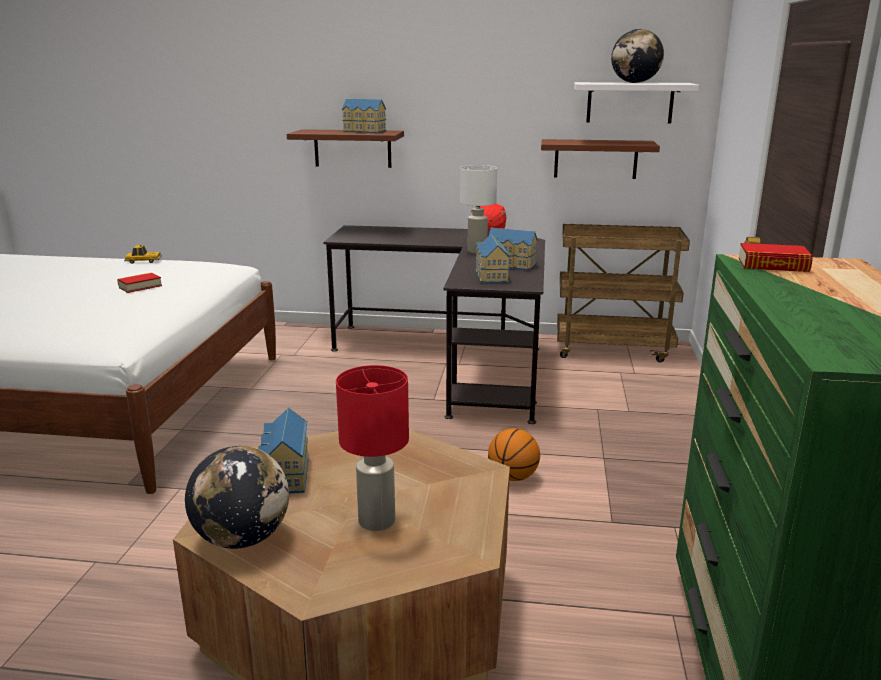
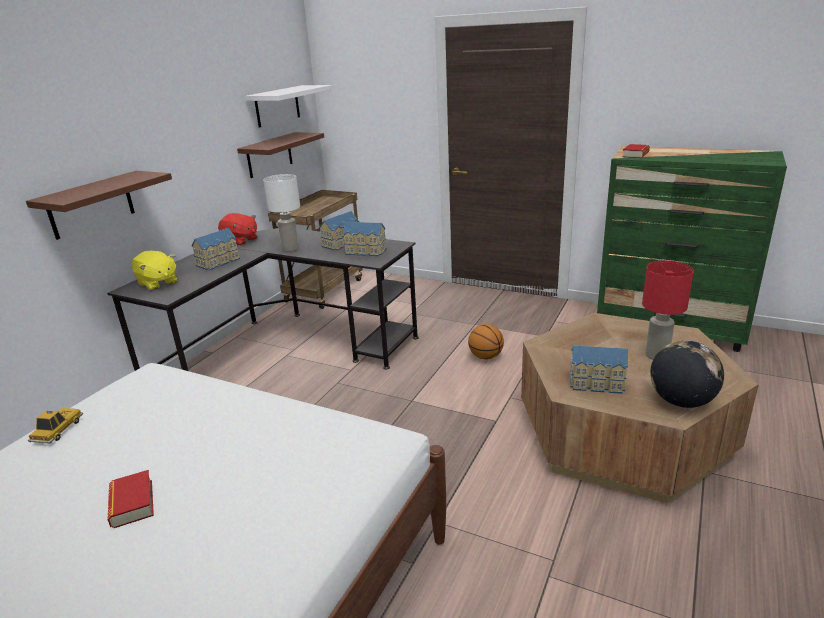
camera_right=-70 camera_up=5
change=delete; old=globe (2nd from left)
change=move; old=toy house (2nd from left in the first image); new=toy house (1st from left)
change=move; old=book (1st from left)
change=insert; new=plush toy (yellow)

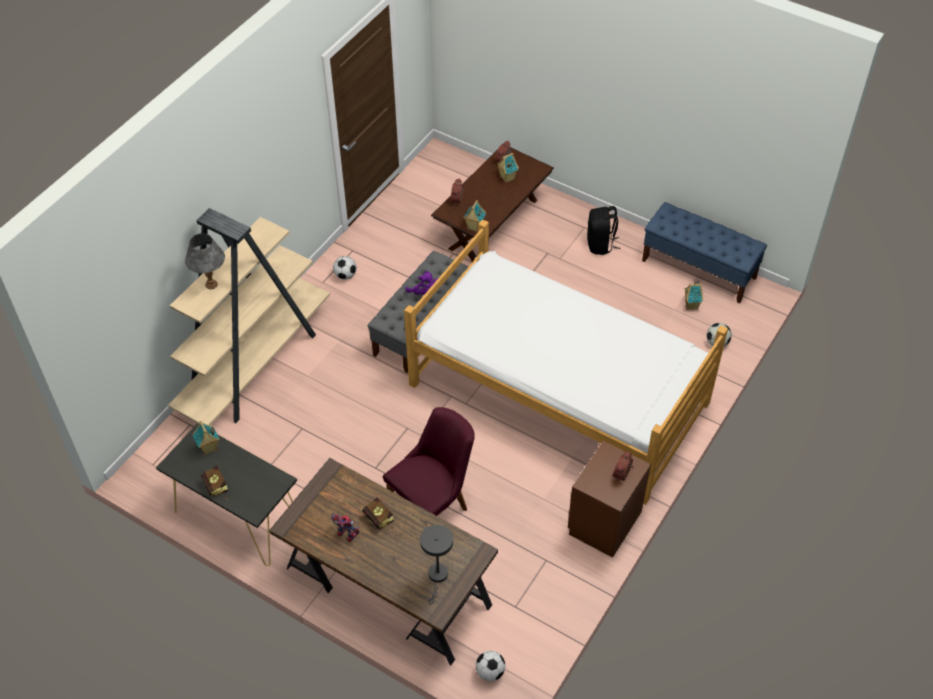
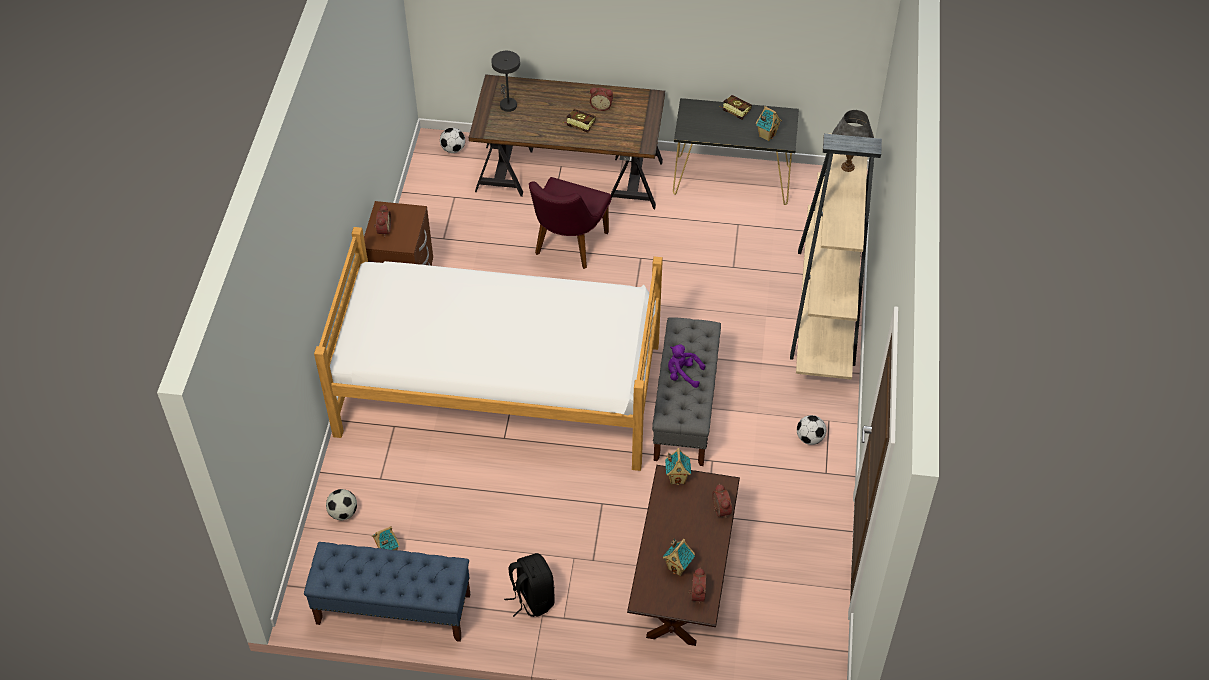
camera_right=155 camera_up=0
change=replace; old=toy robot; new=alarm clock (2nd from left)

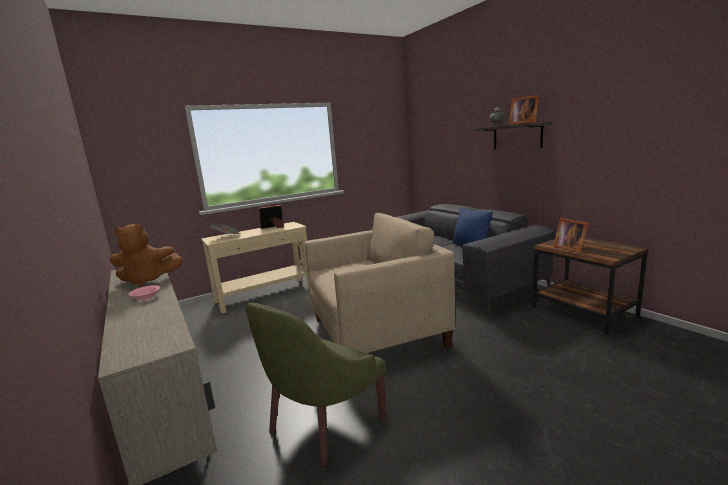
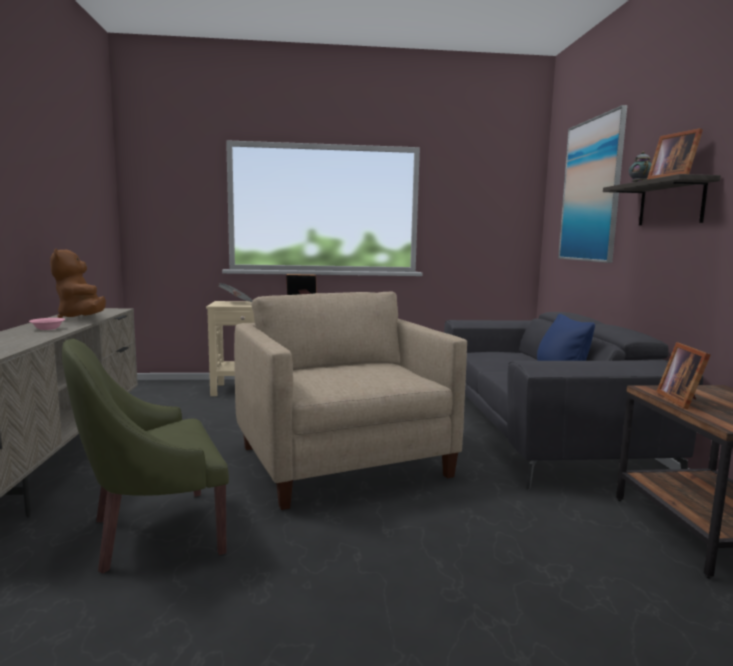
camera_right=25 camera_up=-5
change=rotate; old=armchair (beige); degrees=-120
change=rotate; old=plush toy (brown); degrees=45
change=insert; new=picture

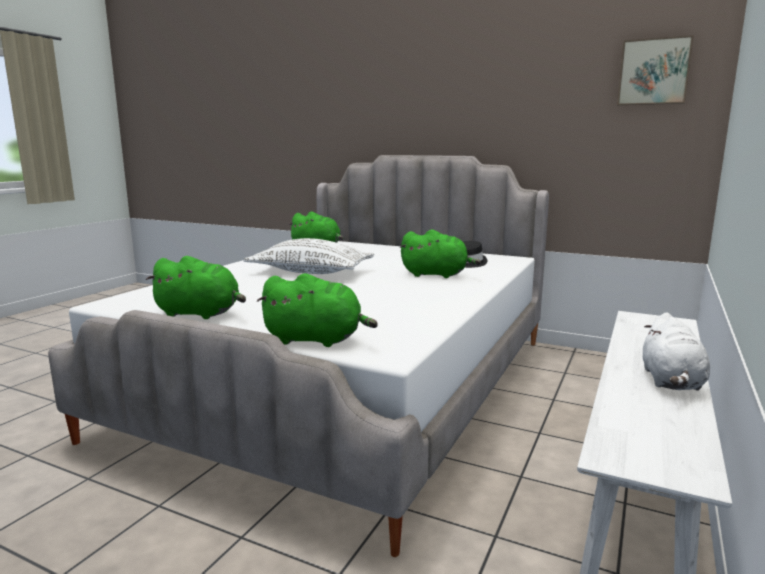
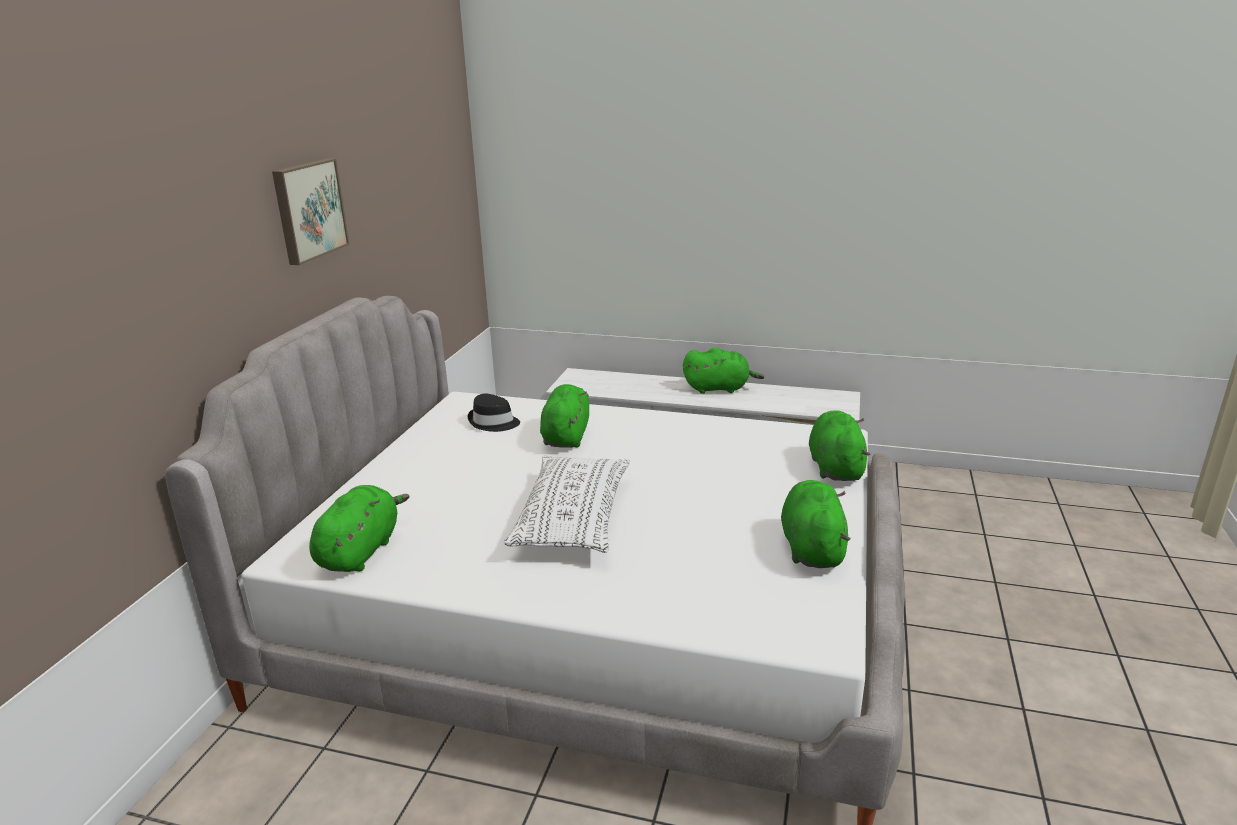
camera_right=-100 camera_up=10
change=move; old=picture
change=recolor; old=plush toy (white); new=plush toy (green) (3rd from left)

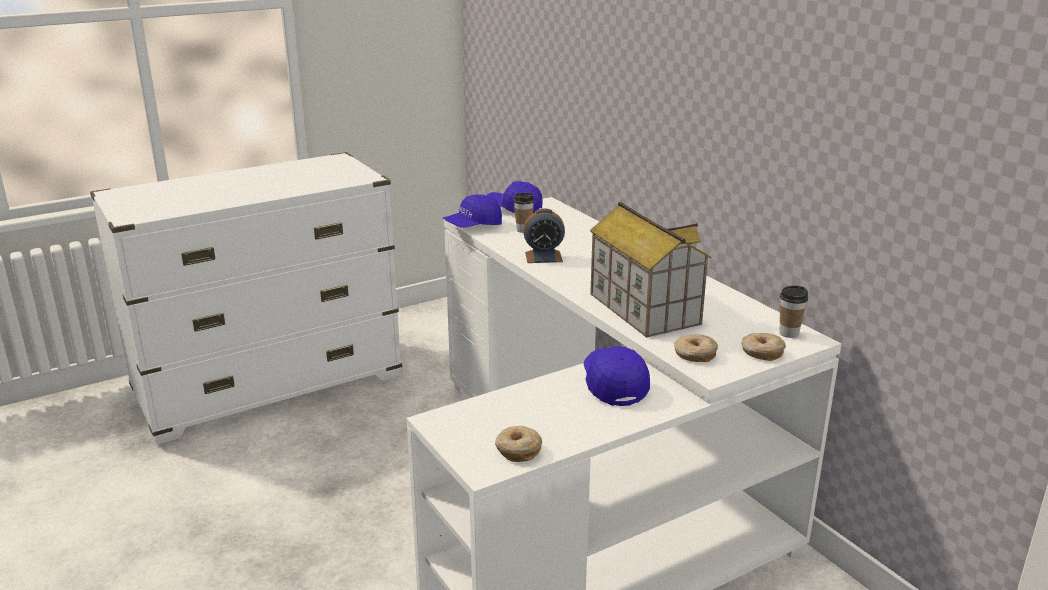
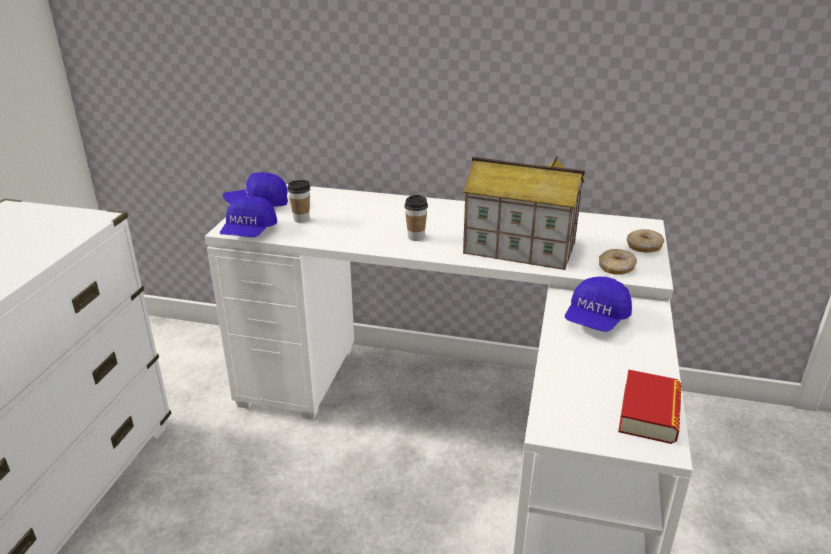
camera_right=-45 camera_up=5
change=delete; old=alarm clock
change=move; old=cup (2nd from left)
change=rotate; old=cap (blue) (3rd from left); degrees=-90
change=replace; old=donut (1st from left); new=book

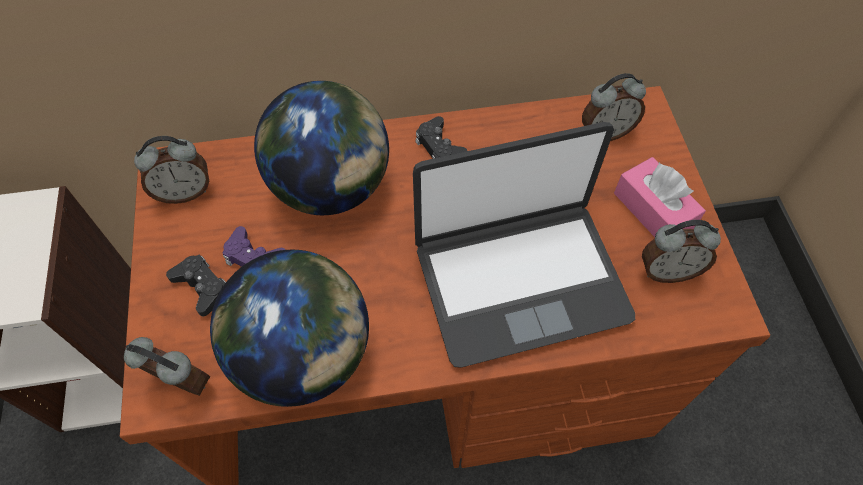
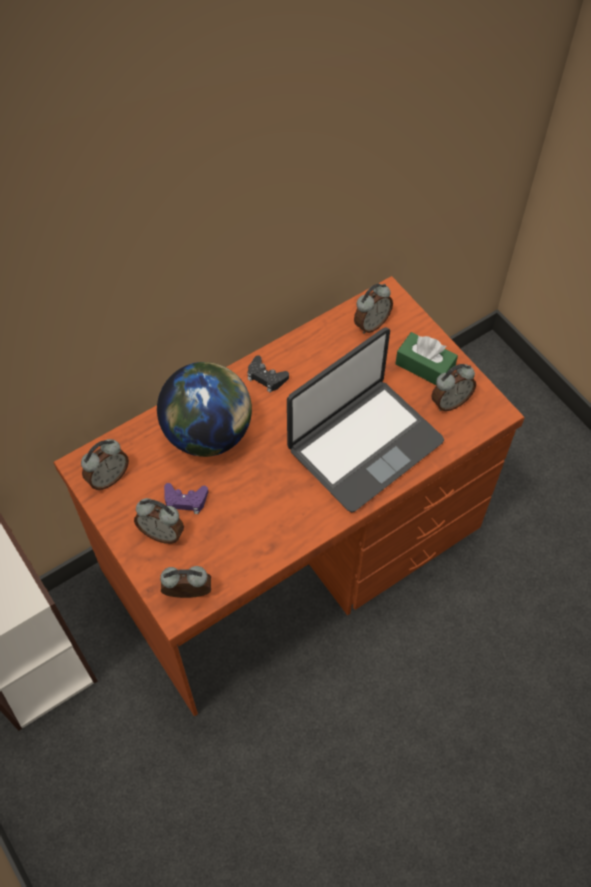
camera_right=-25 camera_up=0
change=recolor; old=tissue box (pink); new=tissue box (green)
change=delete; old=globe (1st from left)
change=replace; old=game controller (black) (1st from left); new=alarm clock (2nd from left)

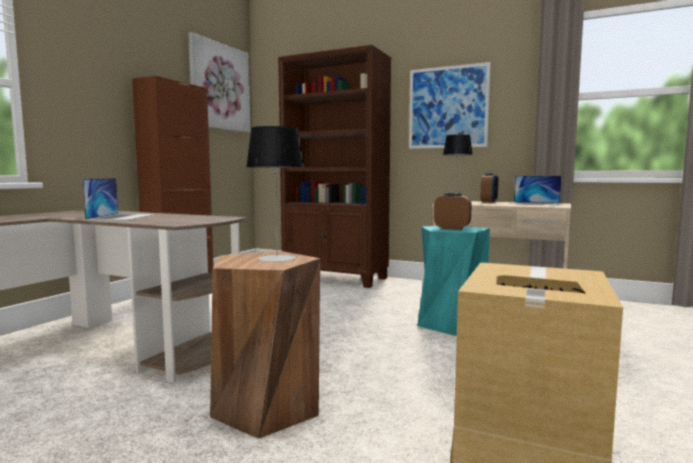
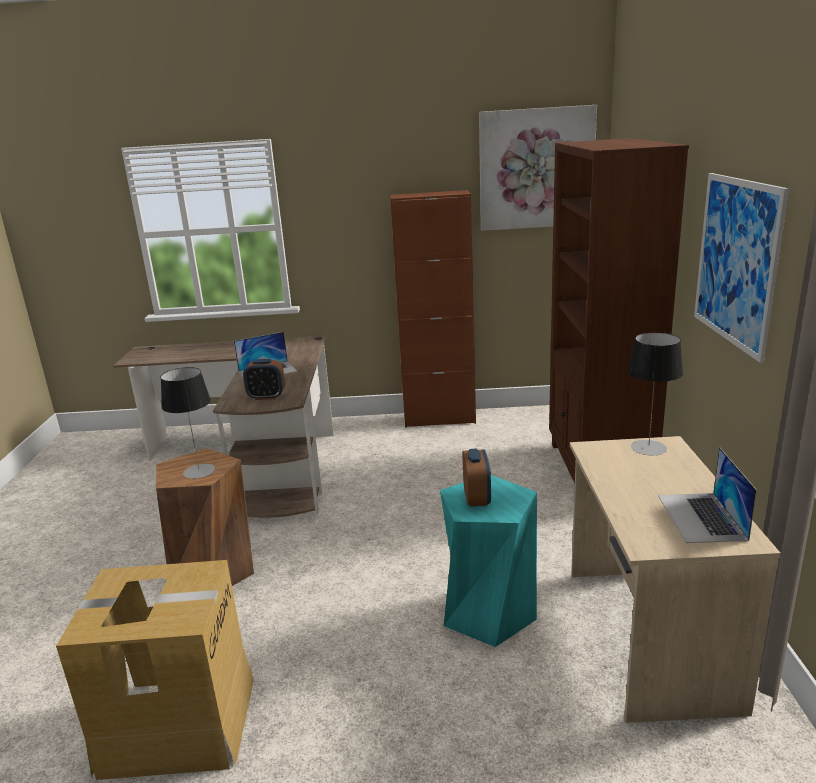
camera_right=65 camera_up=15
change=move; old=alarm clock (2nd from left in the first image); new=alarm clock (1st from left)

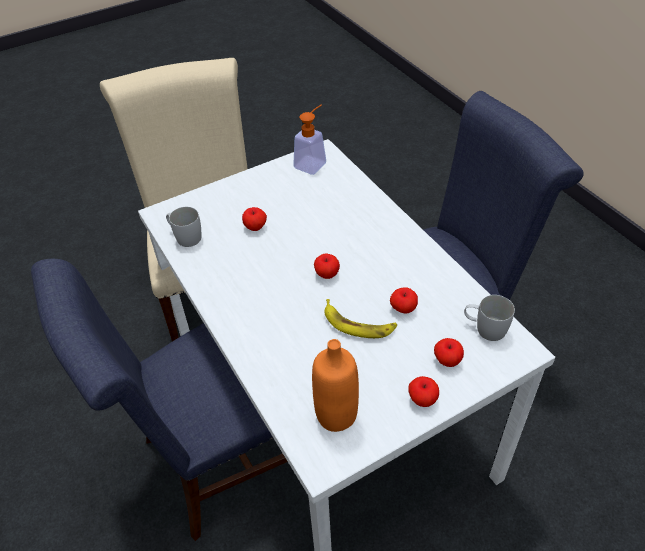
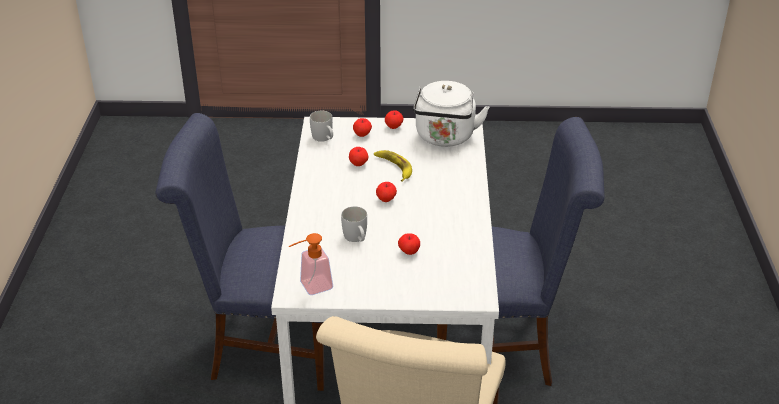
camera_right=-150 camera_up=-10
change=move; old=mug (white) (1st from left in the first image); new=mug (white) (2nd from left)
change=replace; old=bottle (orange); new=kettle (white)

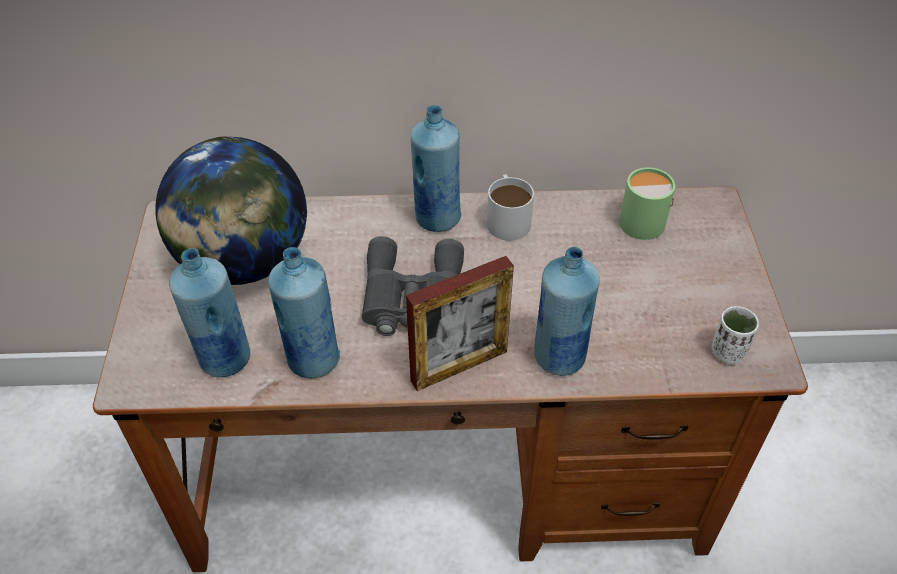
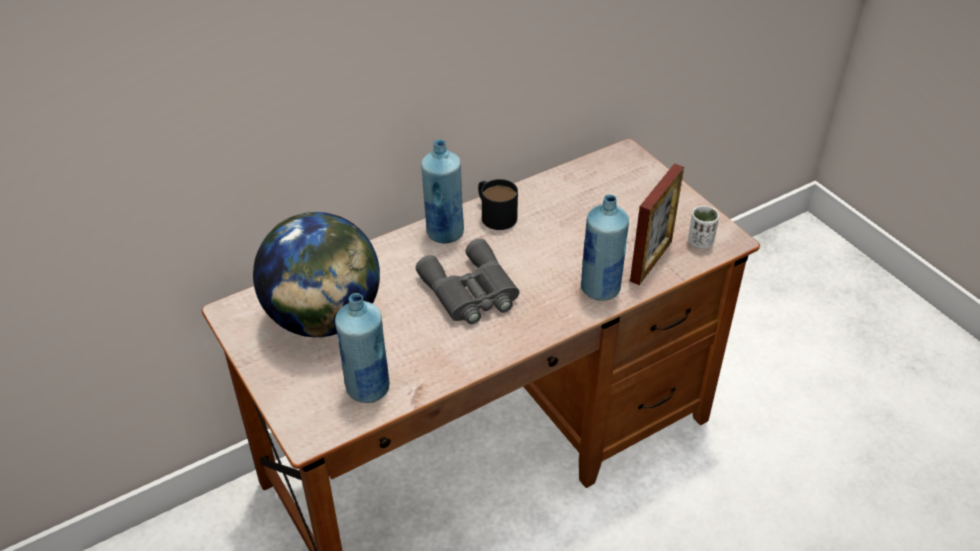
camera_right=-30 camera_up=-5
change=delete; old=mug (green)
change=recolor; old=mug (white); new=mug (black)
change=delete; old=bottle (blue) (2nd from left)
change=move; old=picture frame

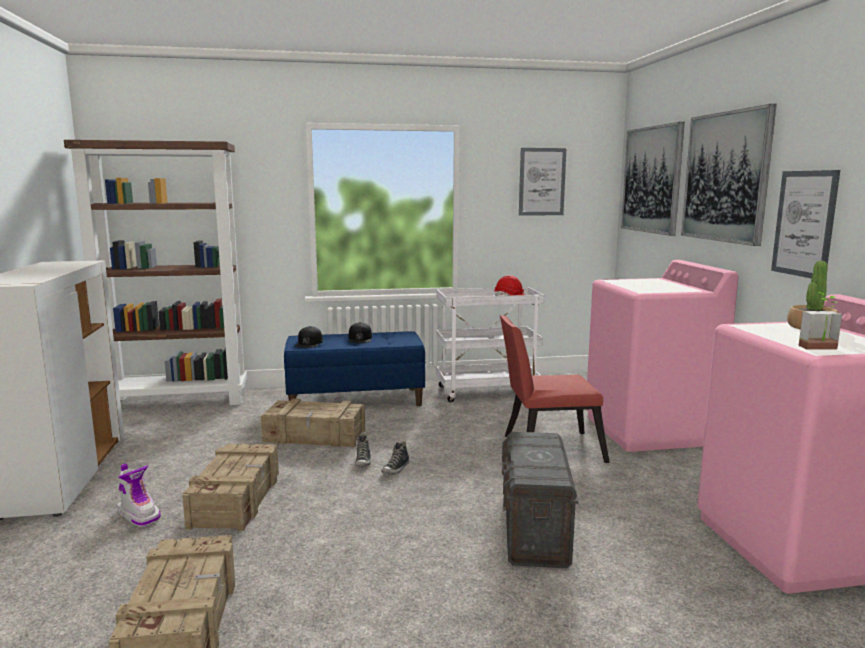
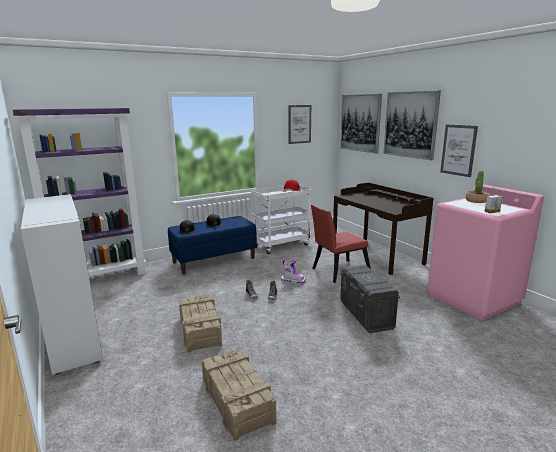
camera_right=-20 camera_up=5
change=recolor; old=bookcase (brown); new=bookcase (purple)
change=replace; old=washing machine (pink) (1st from left); new=desk (brown)
change=delete; old=crate (3rd from left)
change=move; old=boot

